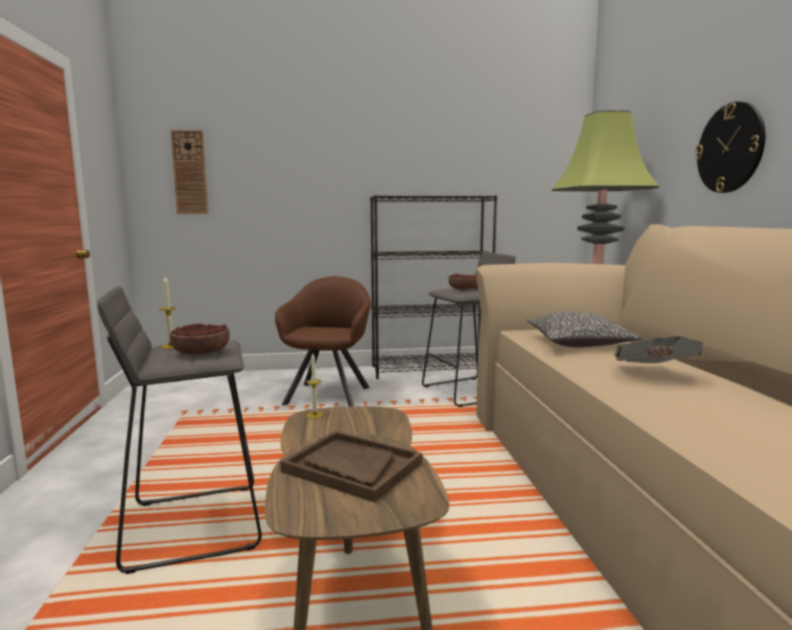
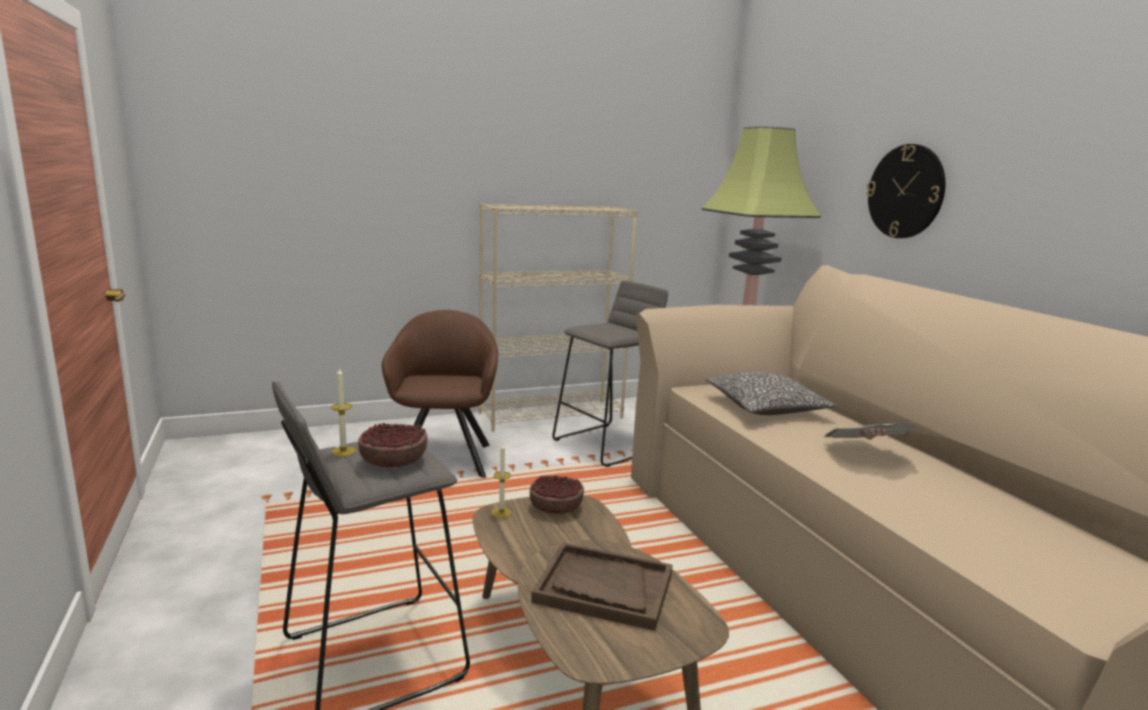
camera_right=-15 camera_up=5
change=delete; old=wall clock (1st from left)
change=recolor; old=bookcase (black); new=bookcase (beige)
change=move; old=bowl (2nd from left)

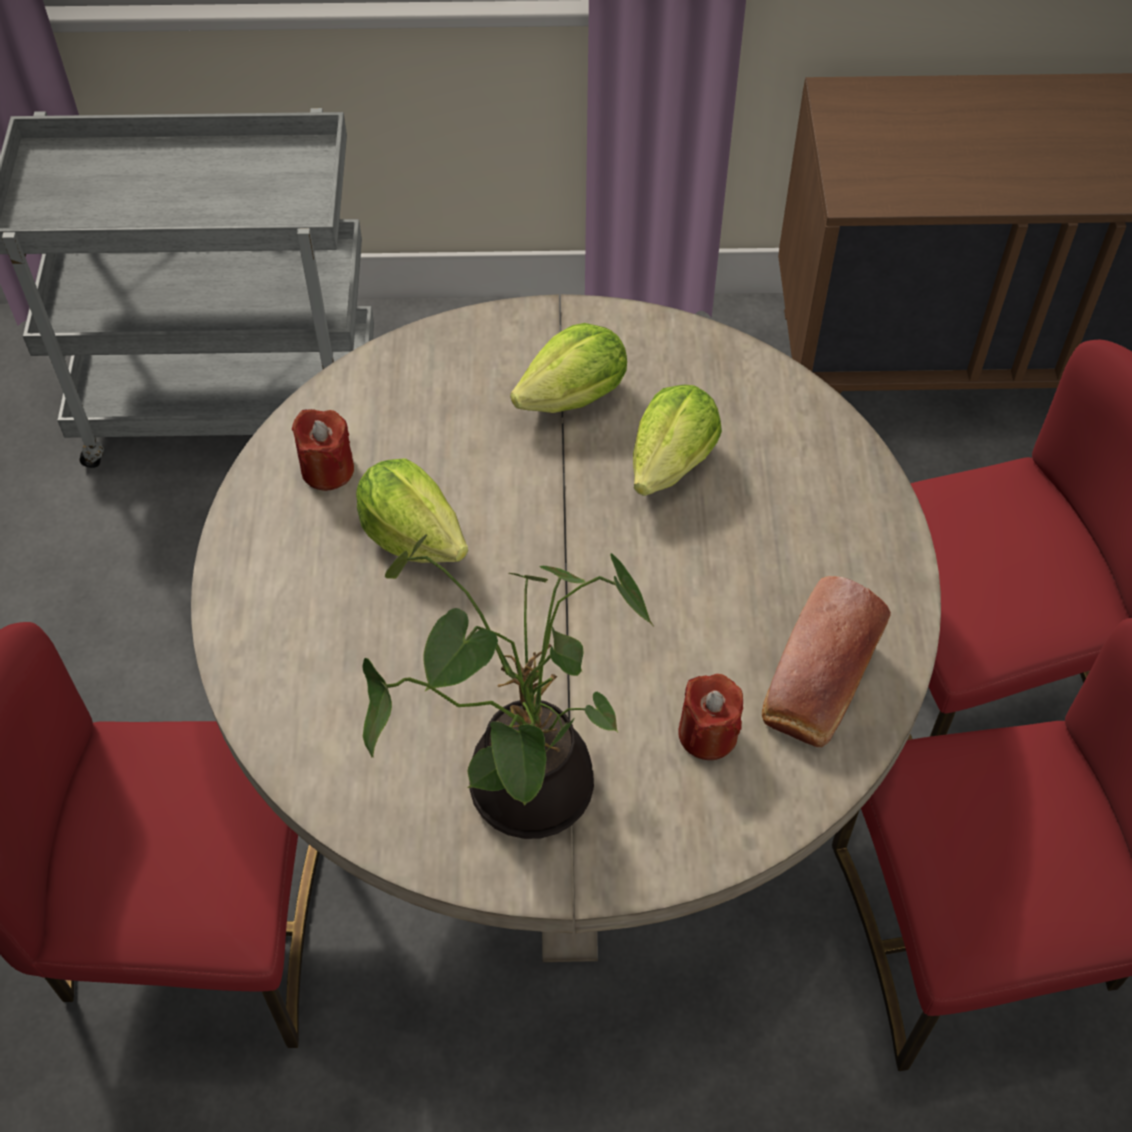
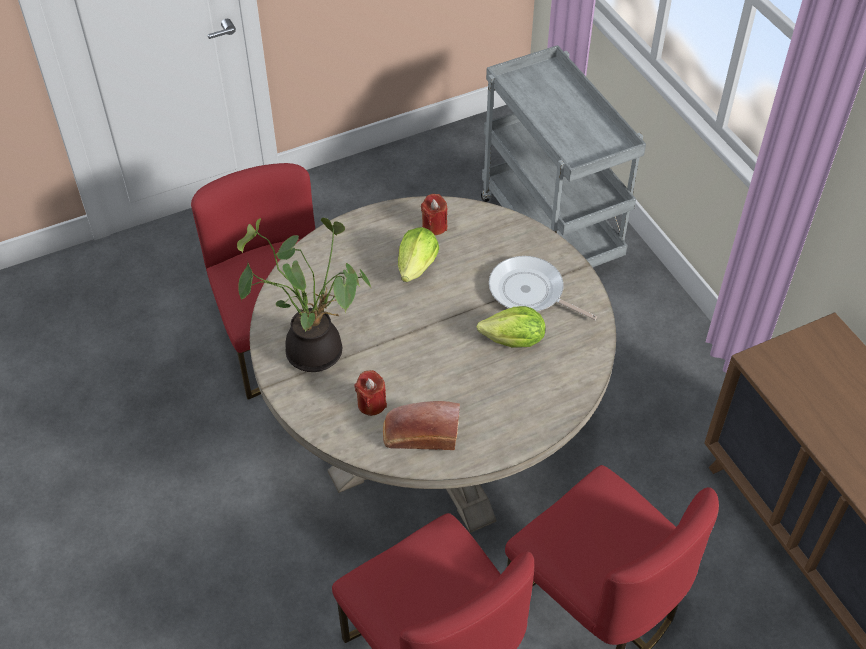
camera_right=65 camera_up=-5
change=replace; old=lettuce (2nd from left); new=frying pan

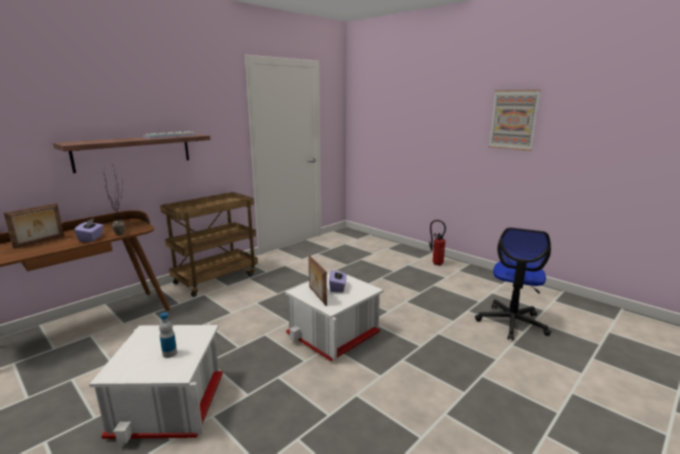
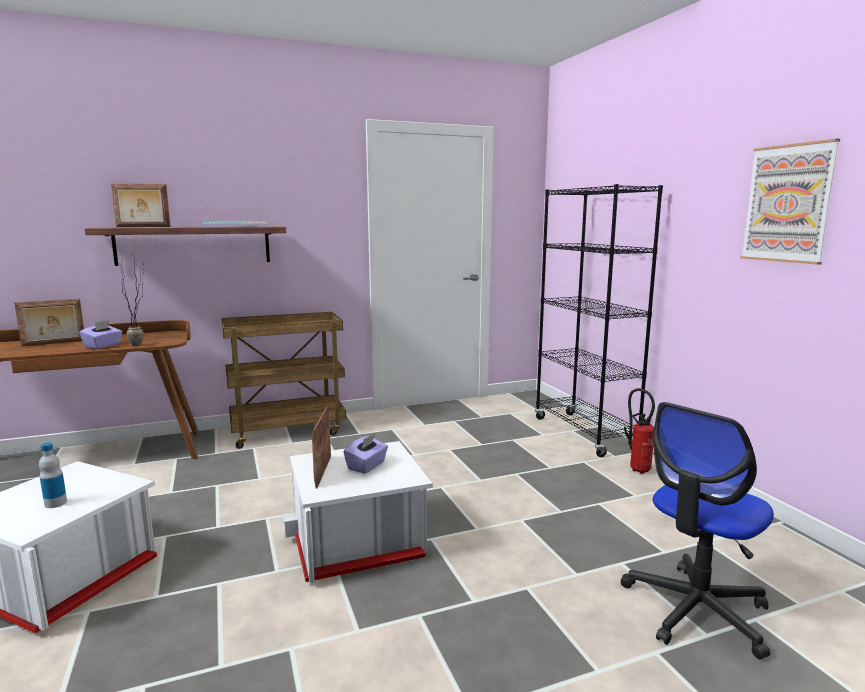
camera_right=25 camera_up=-5
change=insert; new=picture frame (2nd from left)
change=insert; new=bookcase (black)

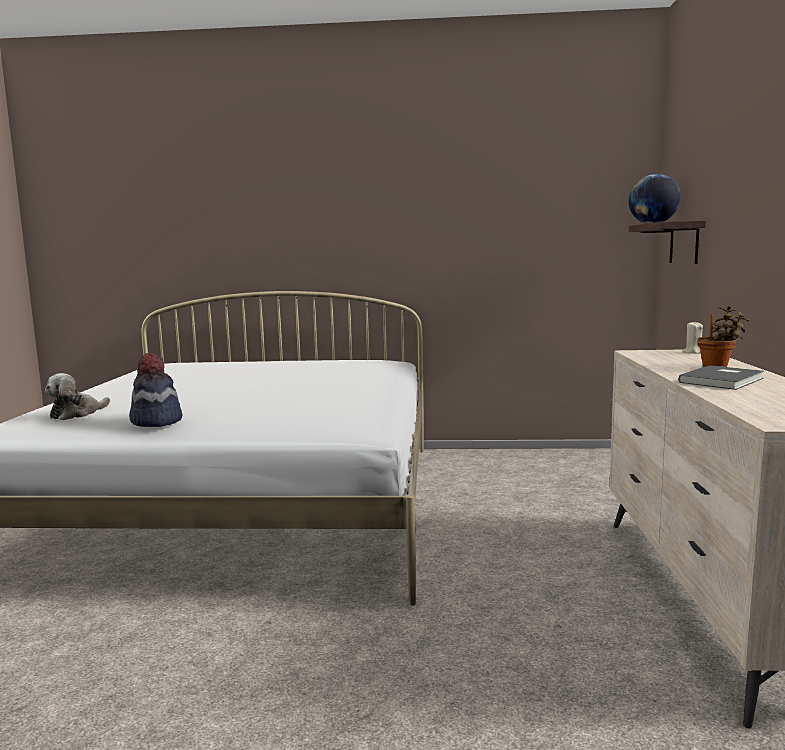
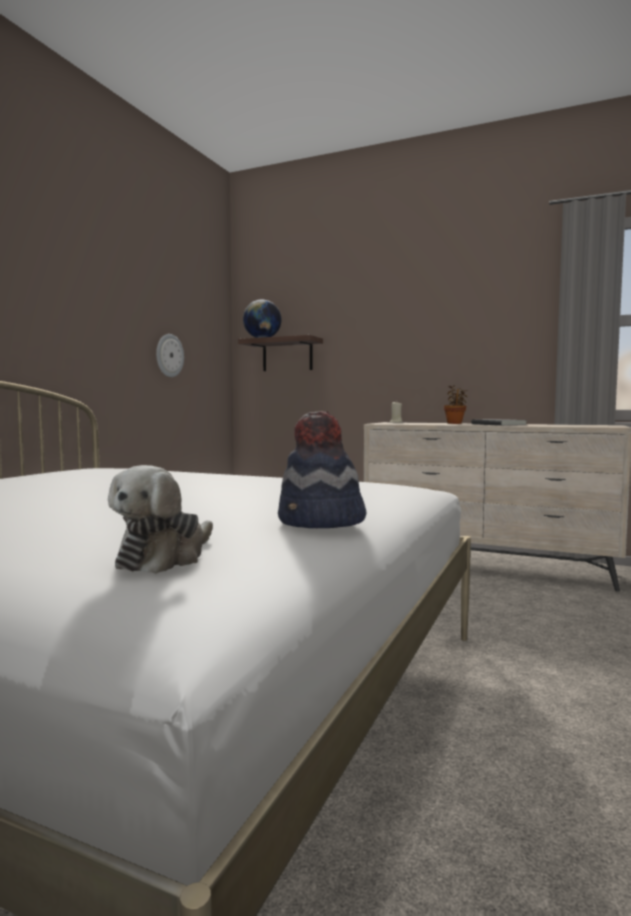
camera_right=-70 camera_up=-5
change=rotate; old=plush toy; degrees=60
change=insert; new=wall clock

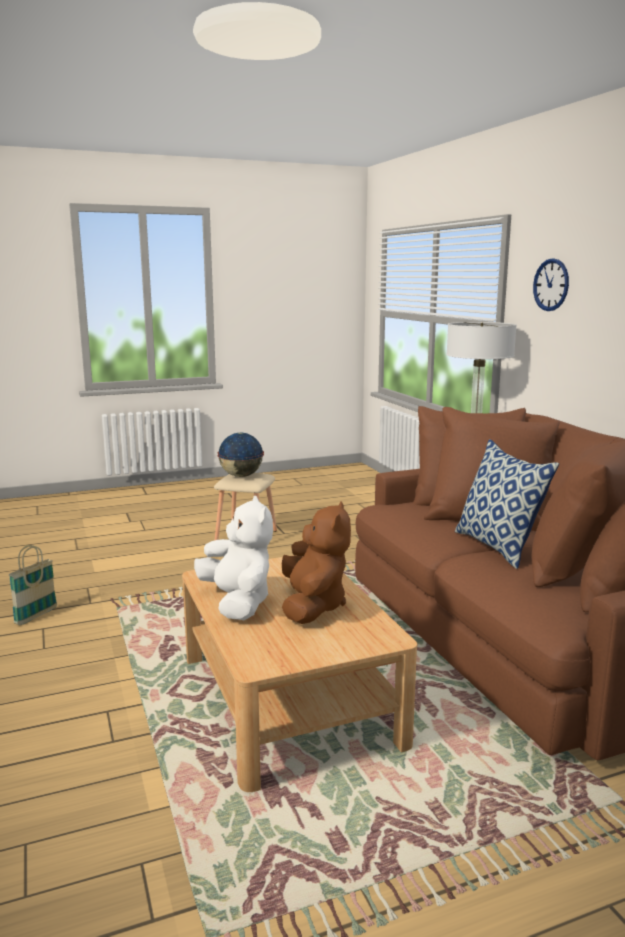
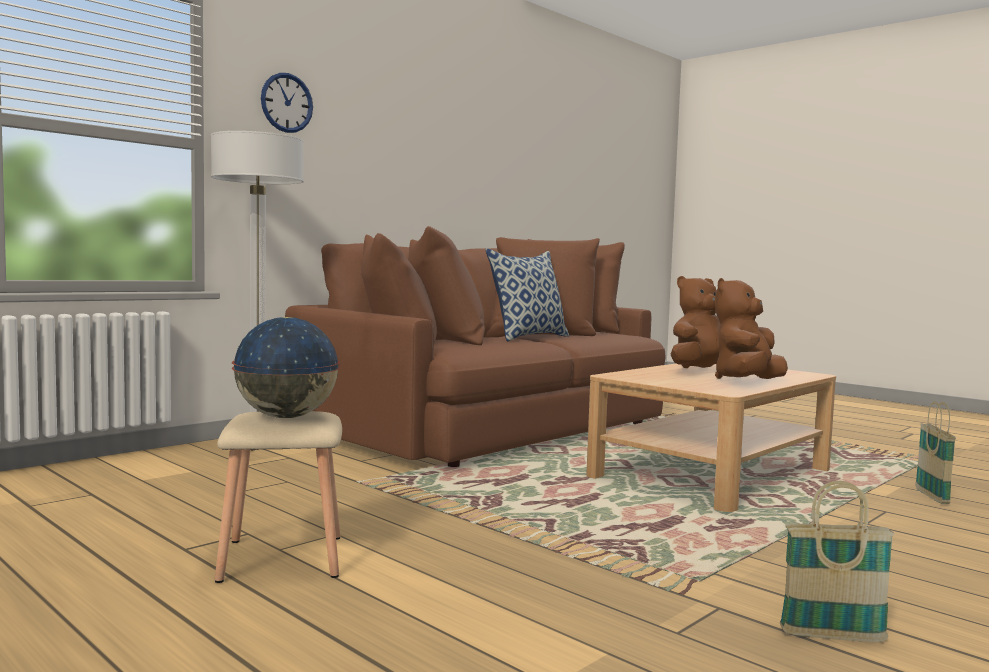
camera_right=-115 camera_up=-10
change=recolor; old=plush toy (white); new=plush toy (brown) (2nd from left)
change=insert; new=basket (2nd from left)

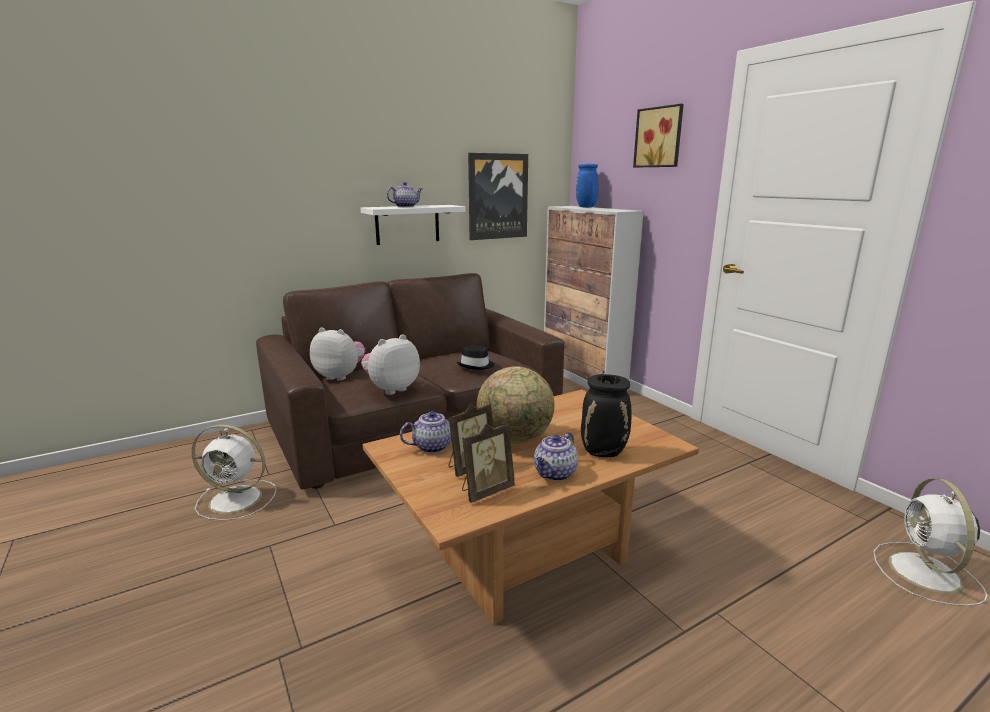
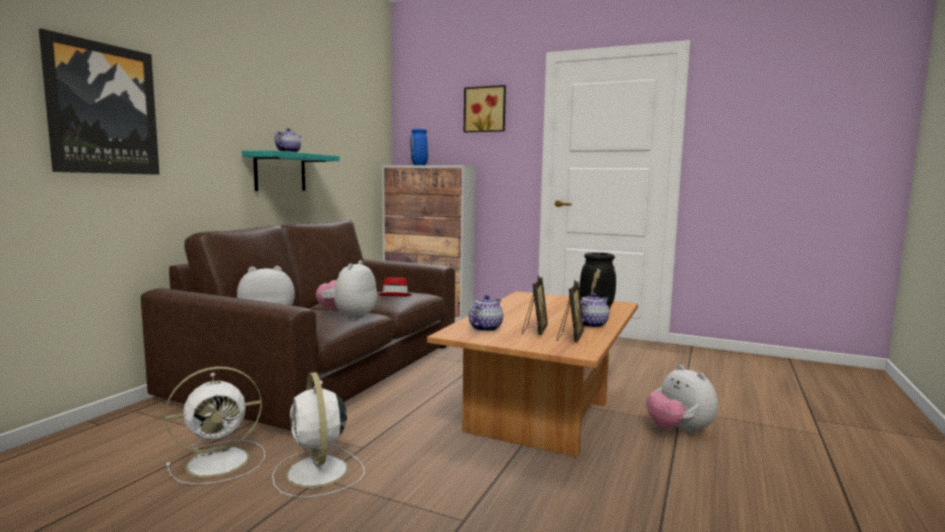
camera_right=-35 camera_up=-10
change=move; old=picture (1st from left)
change=recolor; old=shelf (white); new=shelf (turquoise)
change=recolor; old=hat (black); new=hat (red)
change=delete; old=globe
change=rotate; old=teapot (3rd from left); degrees=-135
change=move; old=fan (white) (2nd from left)
change=insert; new=plush toy (3rd from left)

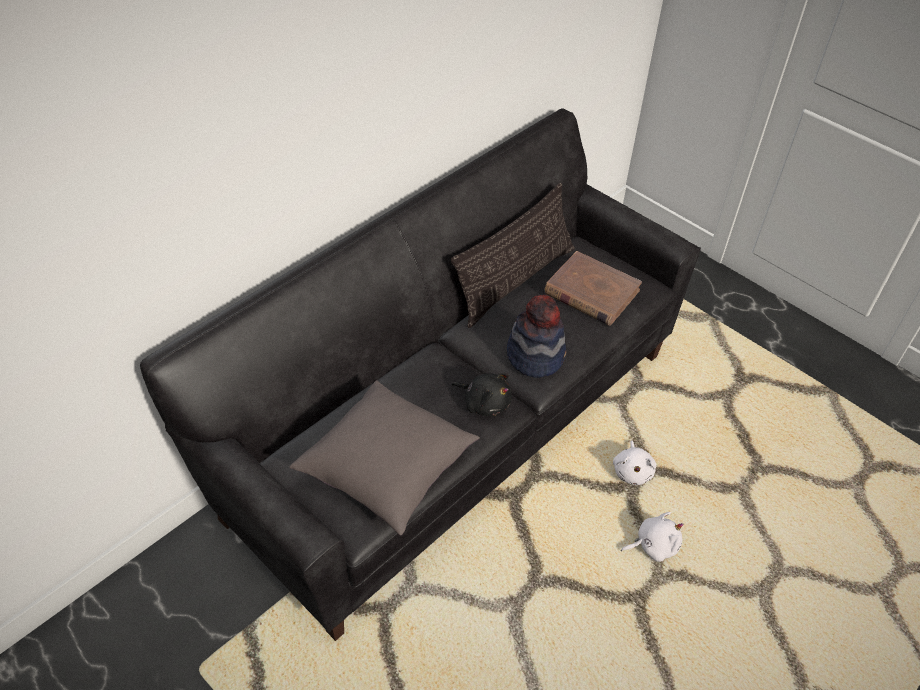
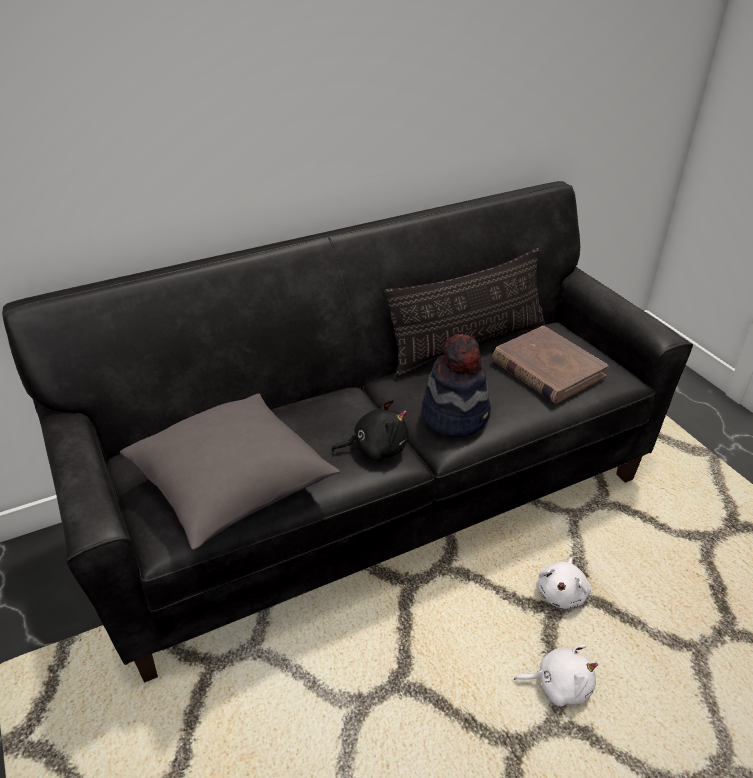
camera_right=20 camera_up=-10
change=rotate; old=plush toy (black); degrees=-60

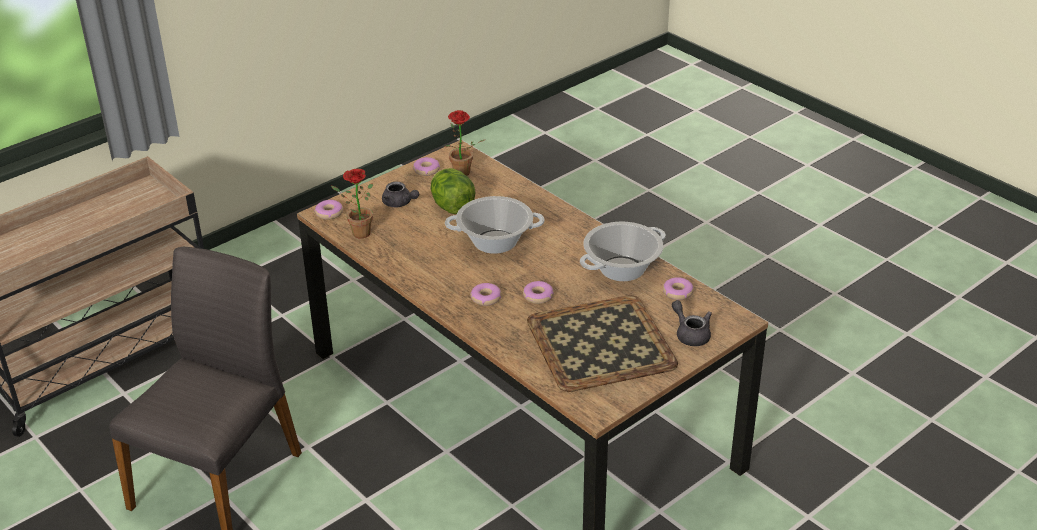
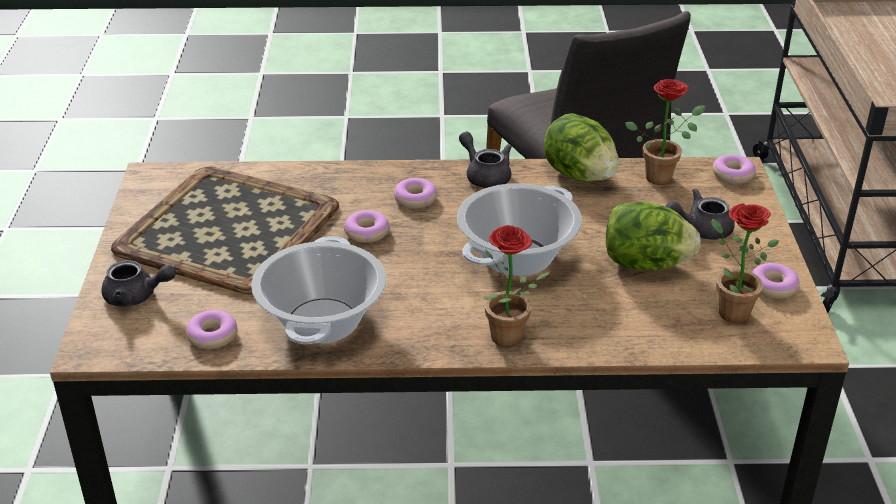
camera_right=130 camera_up=0
change=insert; new=lettuce (1st from left)
change=insert; new=teapot (grey) (2nd from left)
change=insert; new=potted plant (1st from left)

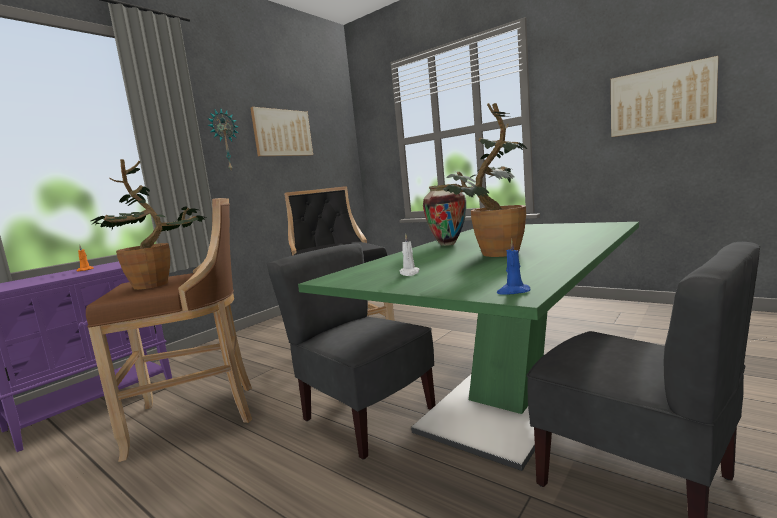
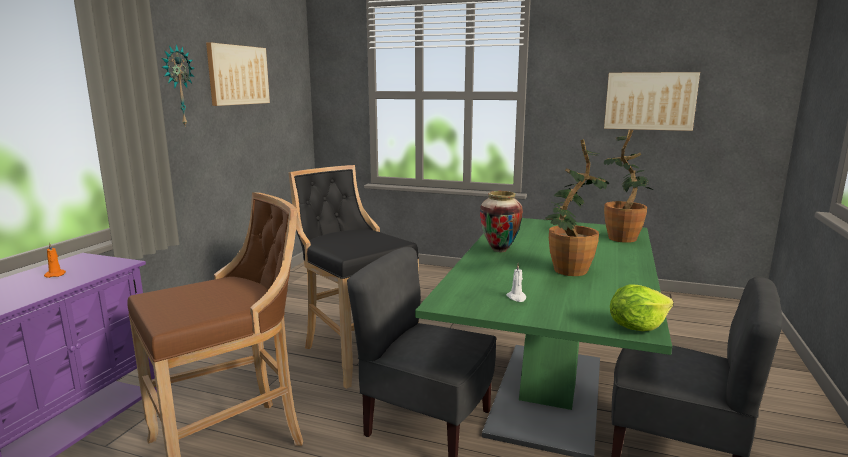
camera_right=-20 camera_up=5
change=move; old=potted plant (1st from left in the first image); new=potted plant (2nd from left)
change=replace; old=candle (blue); new=lettuce

